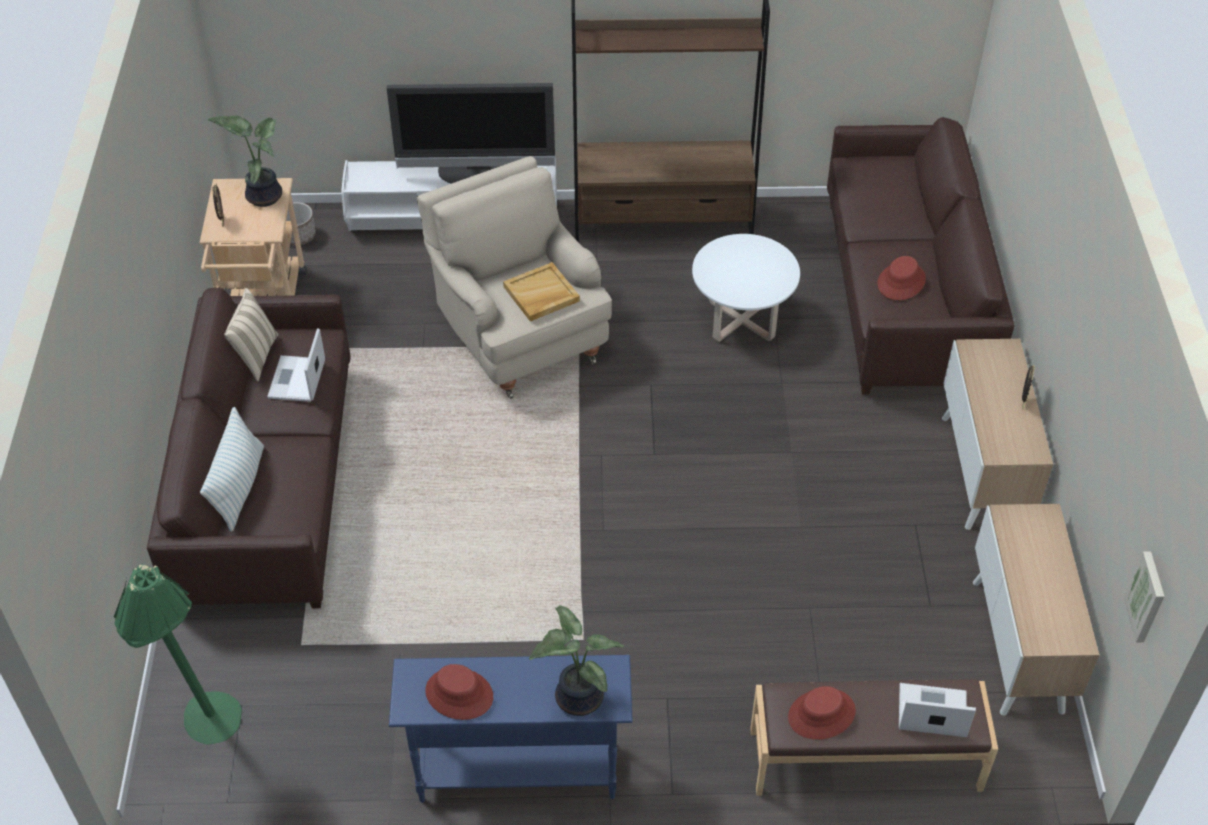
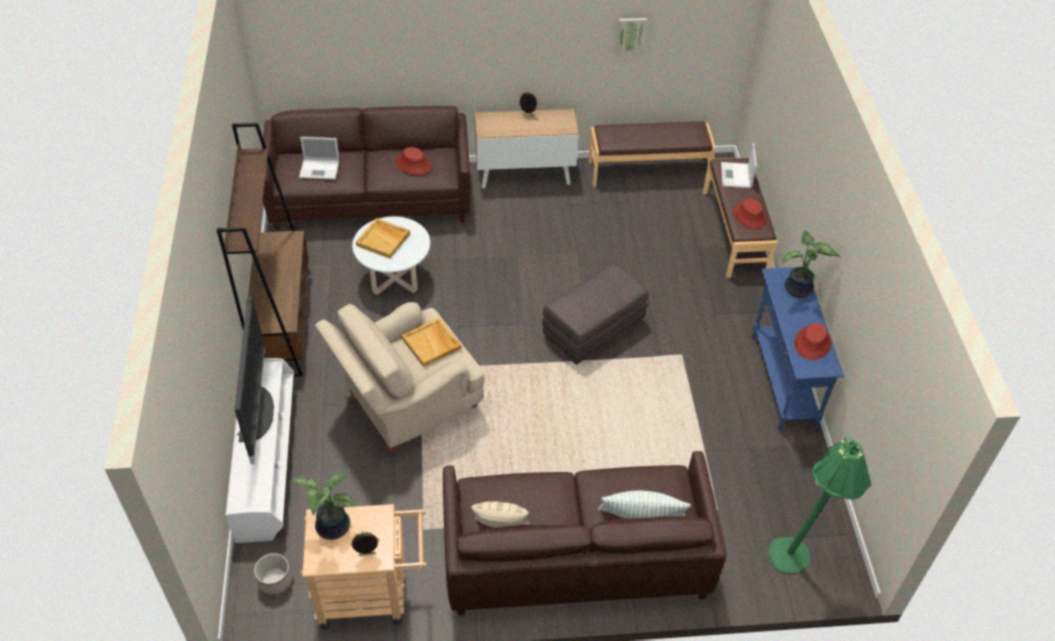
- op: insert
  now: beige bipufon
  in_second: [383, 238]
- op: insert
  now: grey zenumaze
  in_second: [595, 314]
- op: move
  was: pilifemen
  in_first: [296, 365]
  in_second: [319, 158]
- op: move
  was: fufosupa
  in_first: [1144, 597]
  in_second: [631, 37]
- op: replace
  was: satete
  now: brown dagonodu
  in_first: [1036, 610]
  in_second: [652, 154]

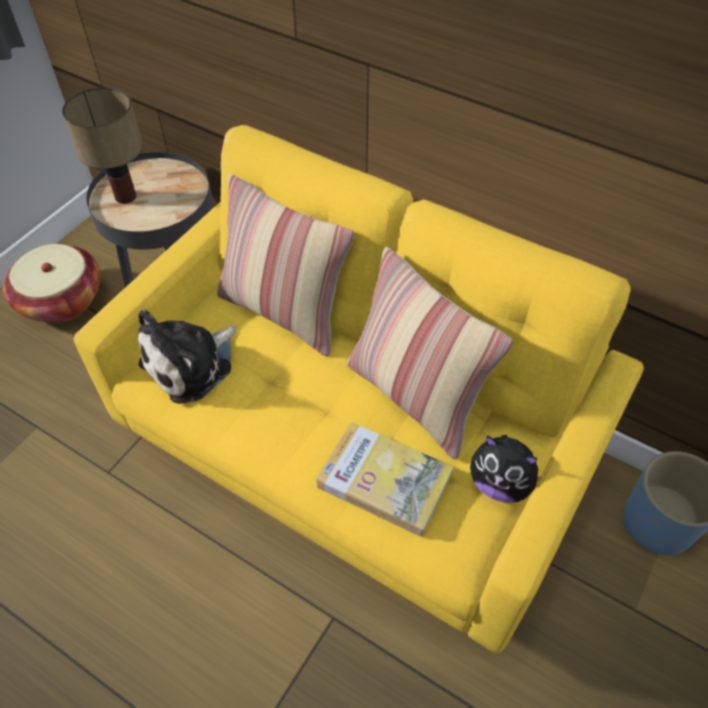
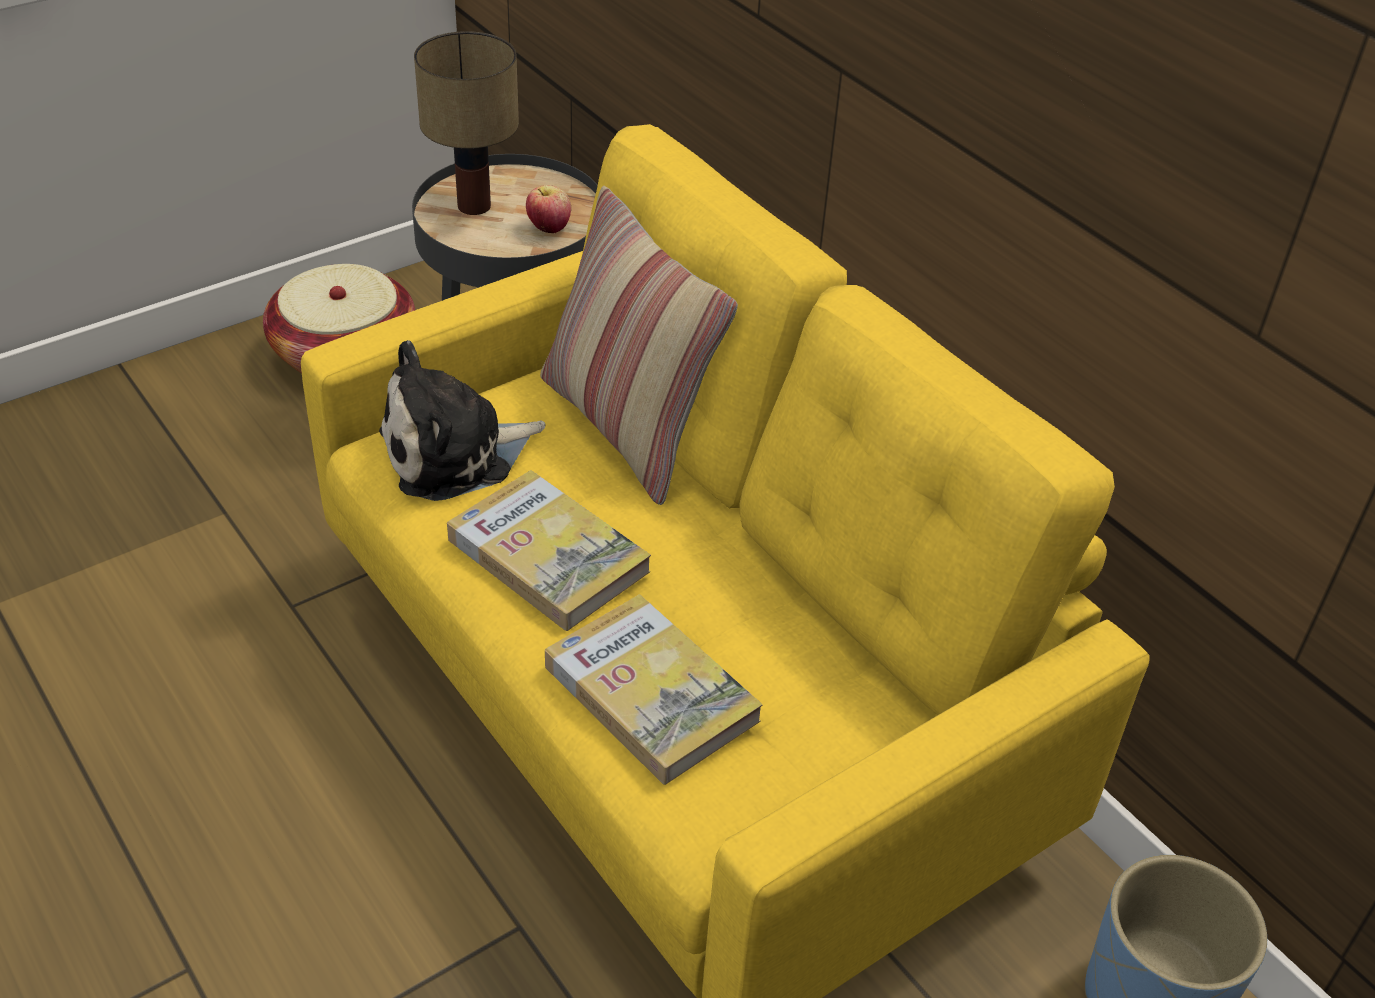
- op: delete
  was: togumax
  in_first: [430, 353]
- op: delete
  was: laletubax
  in_first: [505, 469]
- op: insert
  now: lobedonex
  in_second: [549, 550]
- op: insert
  now: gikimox
  in_second: [548, 209]

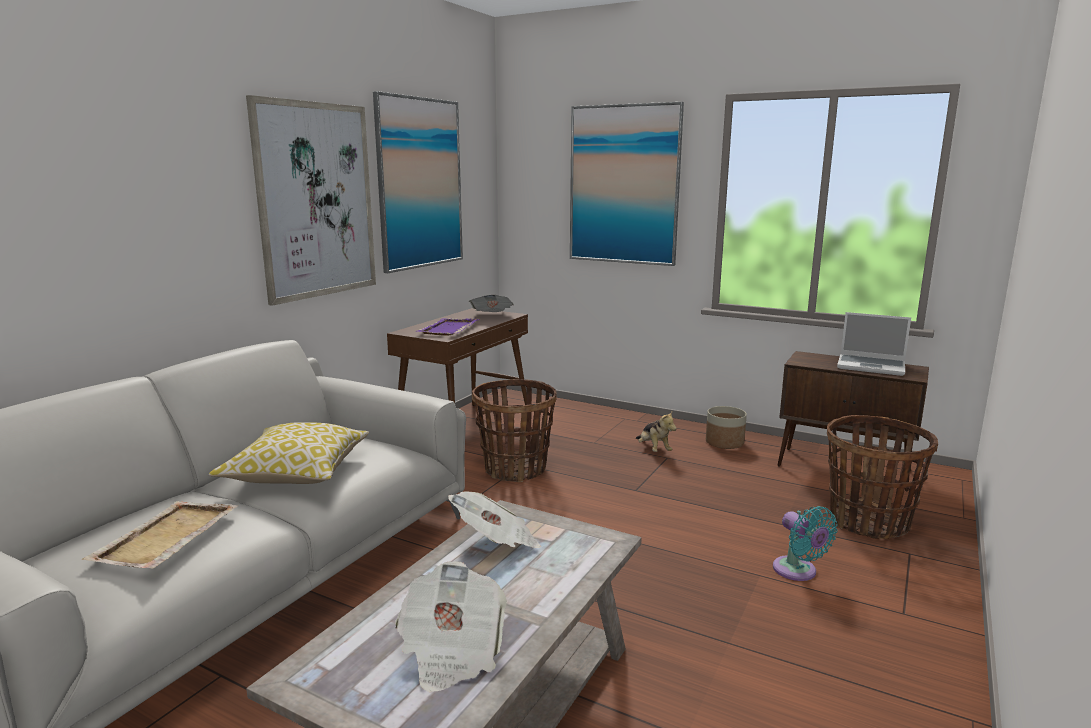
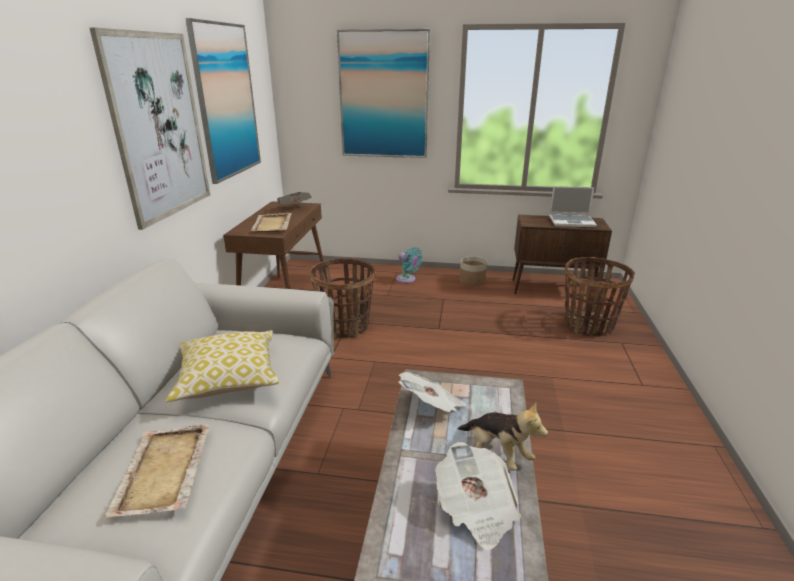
- op: move
  was: laletubax
  in_first: [656, 431]
  in_second: [503, 436]
- op: move
  was: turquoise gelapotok
  in_first: [805, 543]
  in_second: [409, 265]
- op: recolor
  was: purple bipufon
  now: beige bipufon
  in_first: [449, 327]
  in_second: [271, 222]

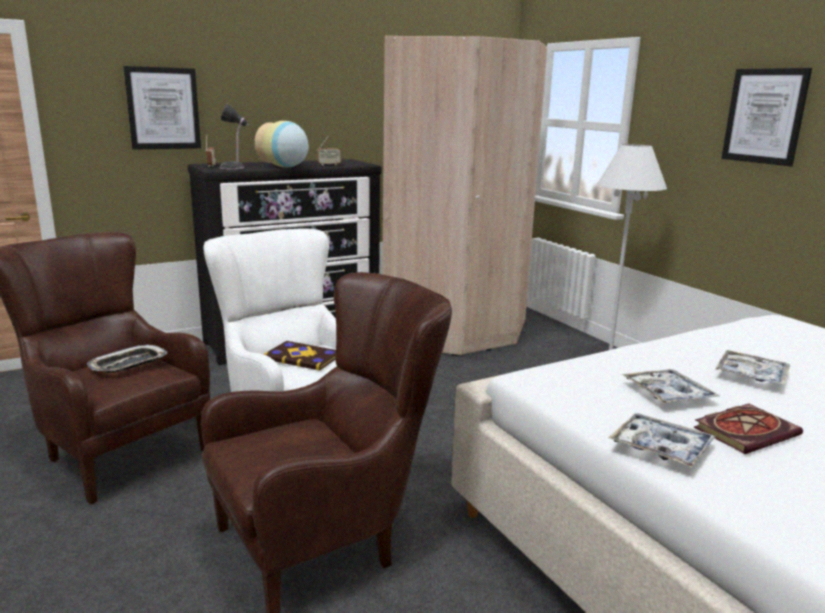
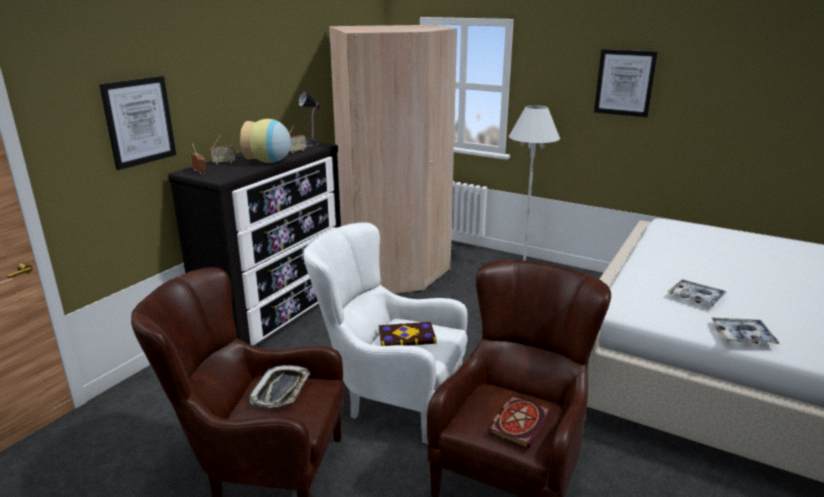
- op: delete
  was: bipufon
  in_first: [752, 367]
- op: insert
  now: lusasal
  in_second: [223, 149]
- op: move
  was: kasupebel
  in_first: [234, 136]
  in_second: [309, 119]
- op: move
  was: lobedonex
  in_first: [748, 429]
  in_second: [519, 422]

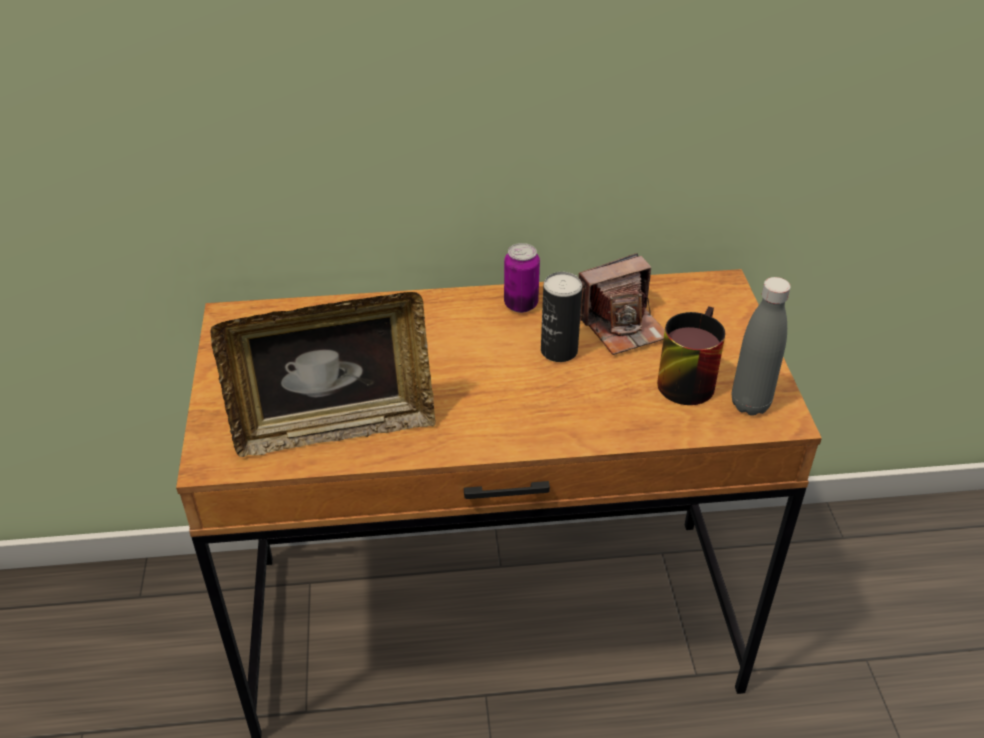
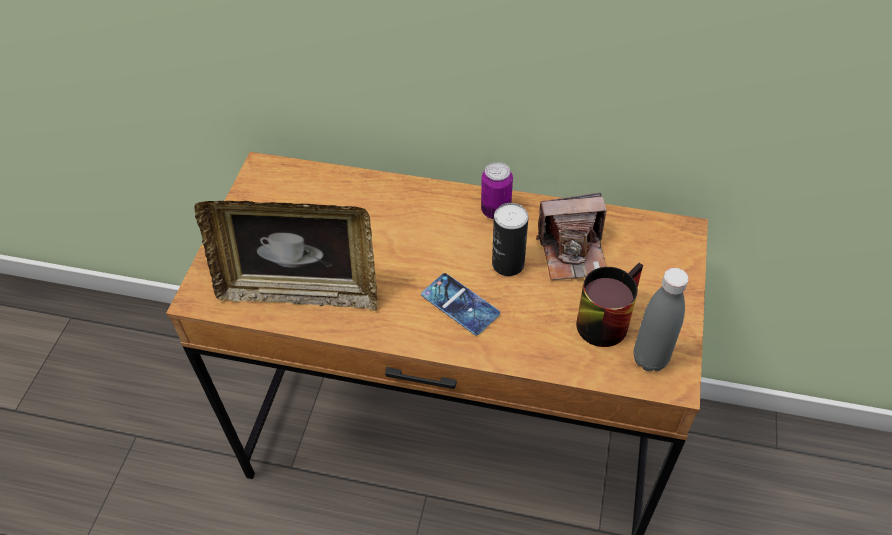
- op: insert
  now: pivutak
  in_second: [460, 304]

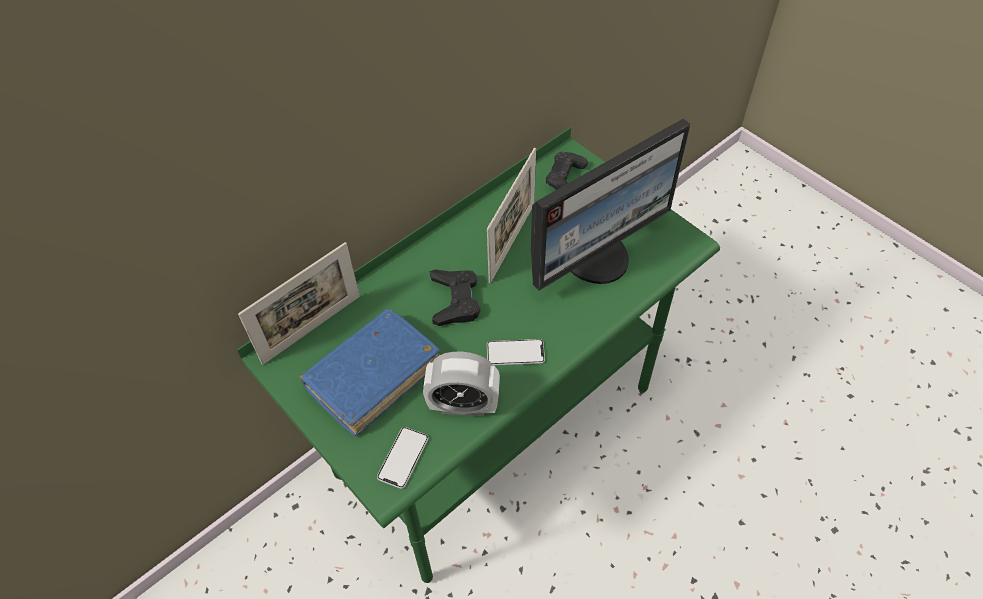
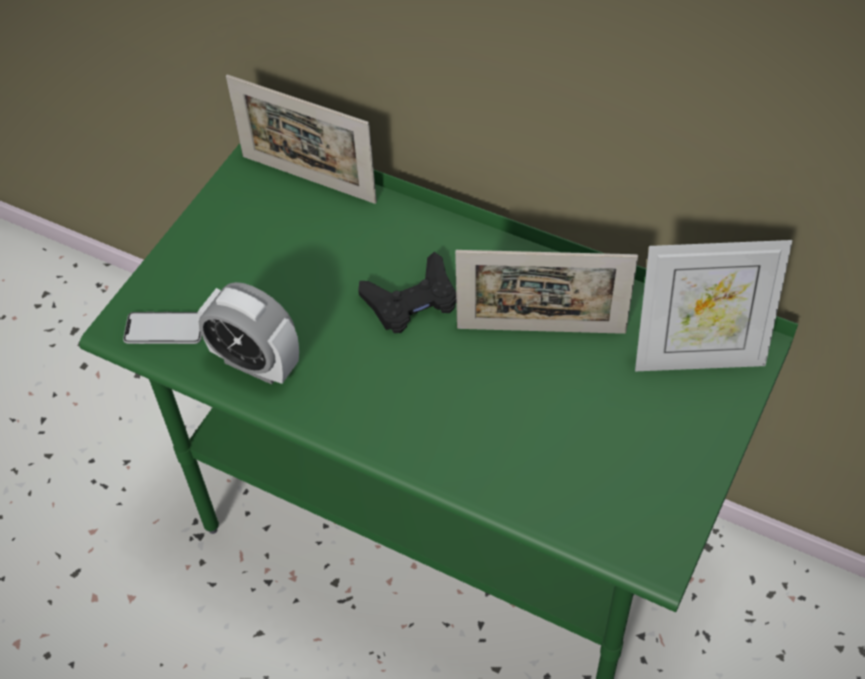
- op: delete
  was: blue lobedonex
  in_first: [370, 372]
- op: delete
  was: pivutak
  in_first: [516, 352]
- op: delete
  was: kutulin
  in_first: [611, 204]
- op: replace
  was: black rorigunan
  now: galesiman
  in_first: [567, 171]
  in_second: [713, 305]
- op: rotate
  was: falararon
  in_first: [461, 384]
  in_second: [248, 333]
  clockwise: -45

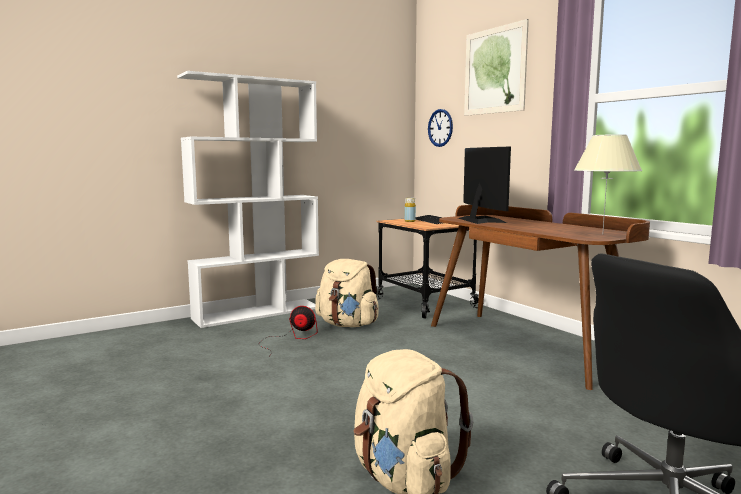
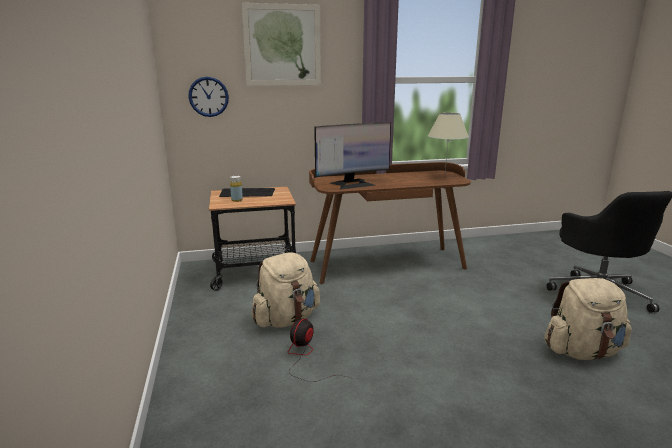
- op: delete
  was: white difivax
  in_first: [248, 199]
- op: rotate
  was: kutulin
  in_first: [484, 185]
  in_second: [352, 156]
  clockwise: 150

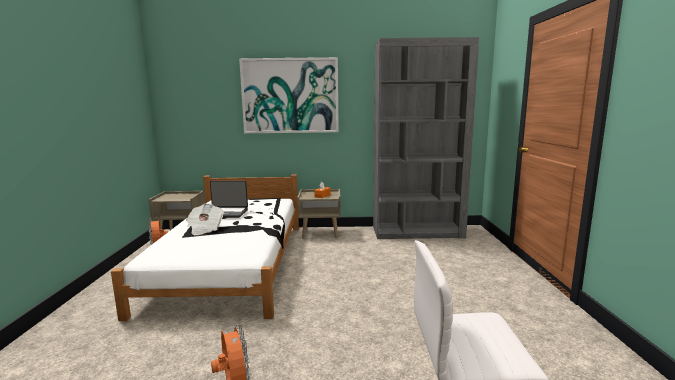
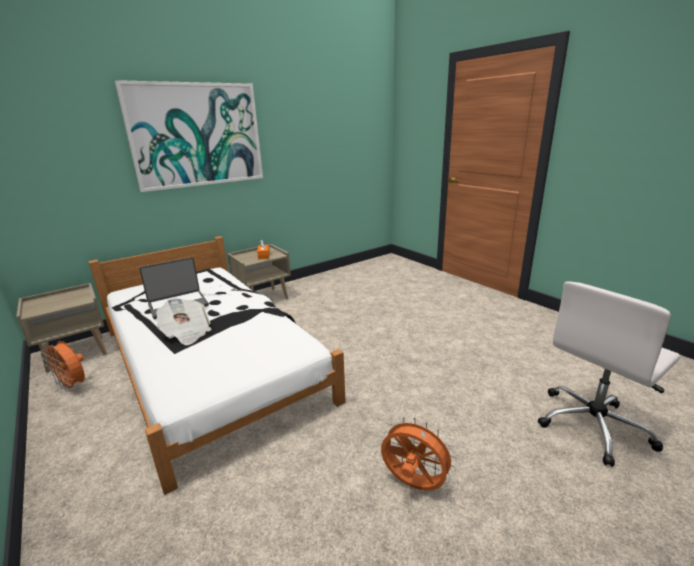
- op: delete
  was: grey difivax
  in_first: [426, 138]

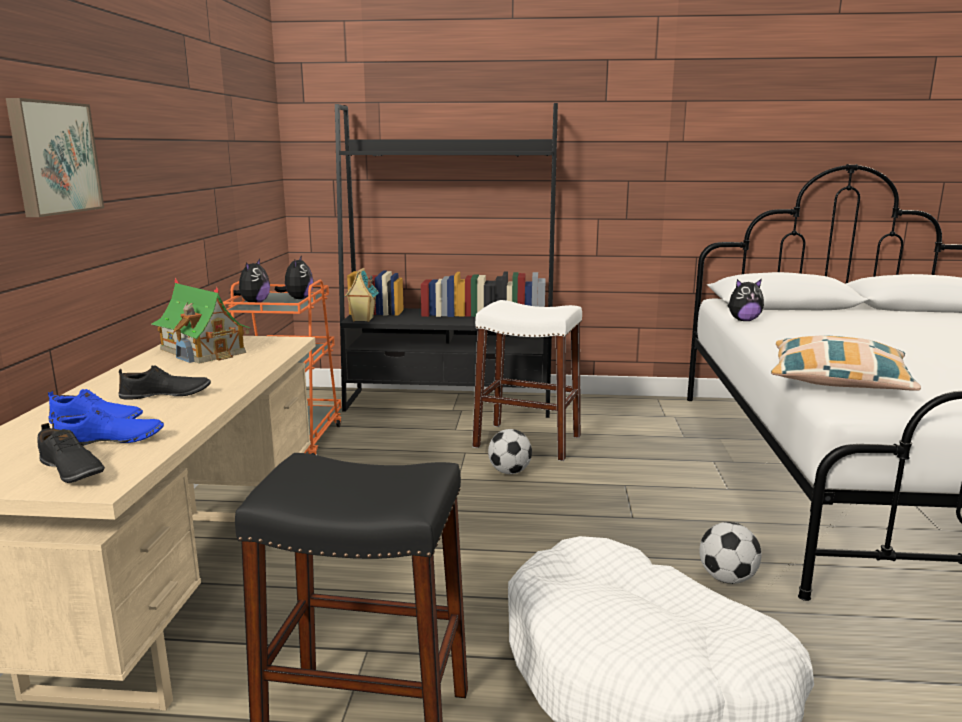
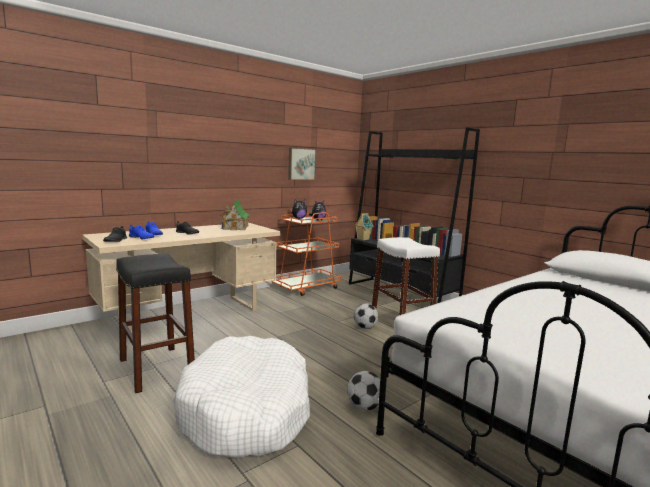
- op: delete
  was: laletubax
  in_first: [746, 300]
- op: delete
  was: togumax
  in_first: [846, 363]
- op: move
  was: fufosupa
  in_first: [55, 157]
  in_second: [302, 164]

